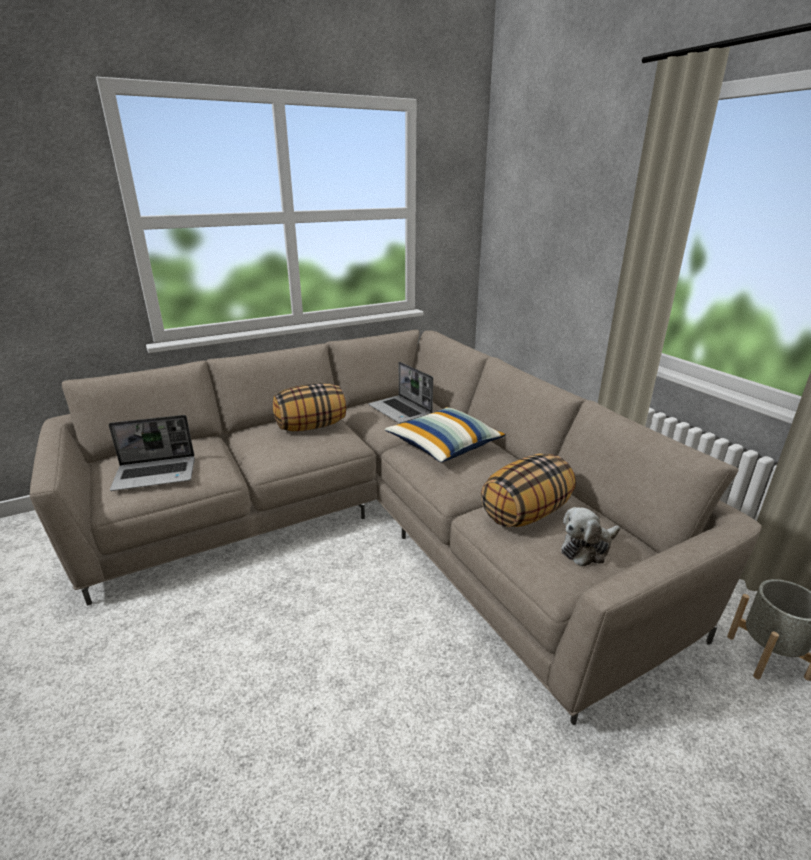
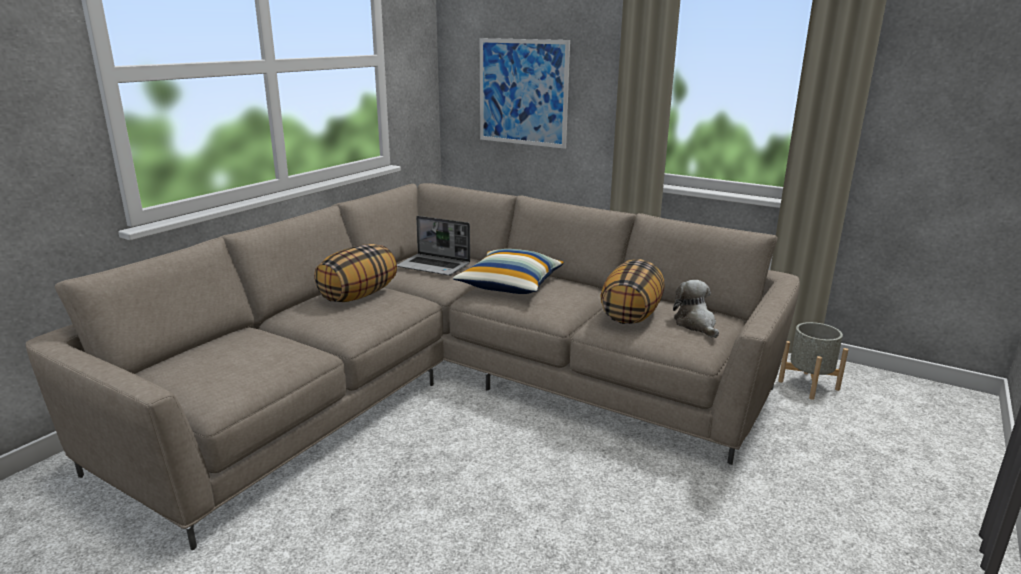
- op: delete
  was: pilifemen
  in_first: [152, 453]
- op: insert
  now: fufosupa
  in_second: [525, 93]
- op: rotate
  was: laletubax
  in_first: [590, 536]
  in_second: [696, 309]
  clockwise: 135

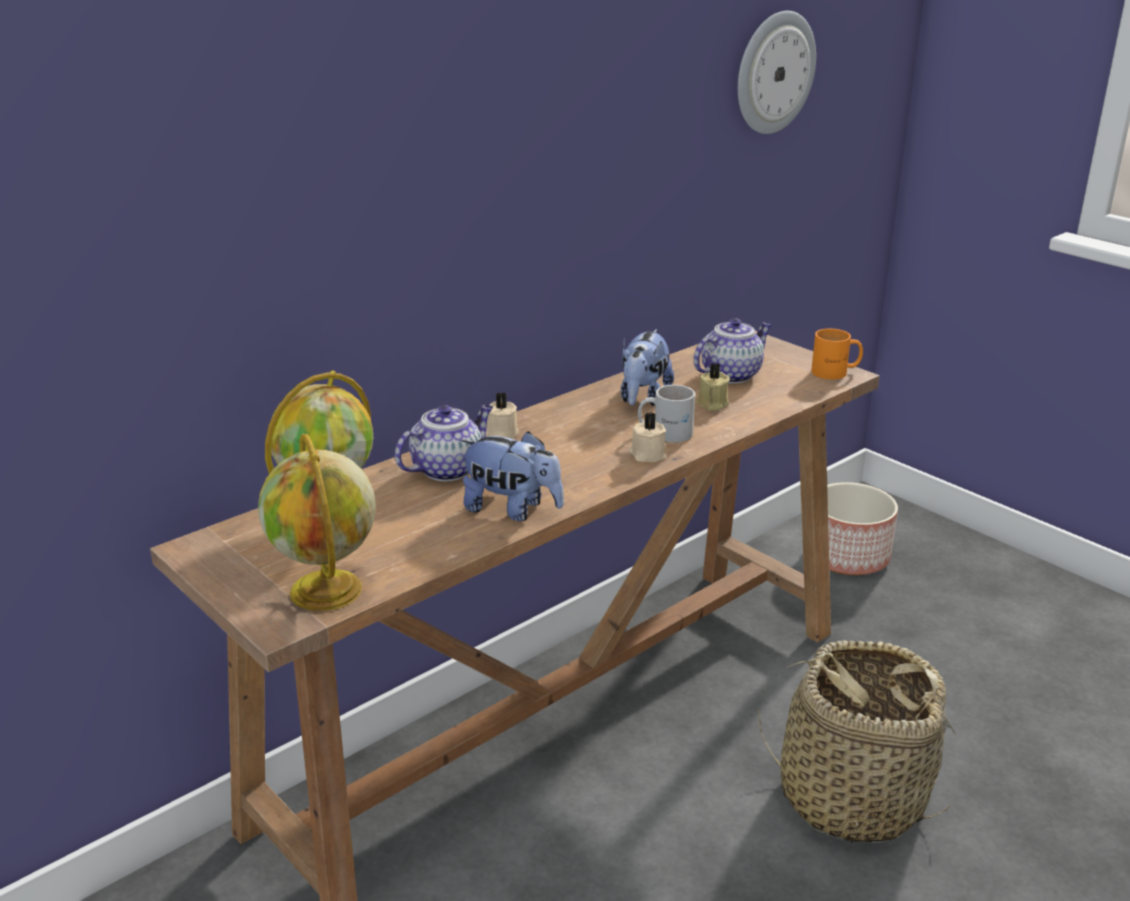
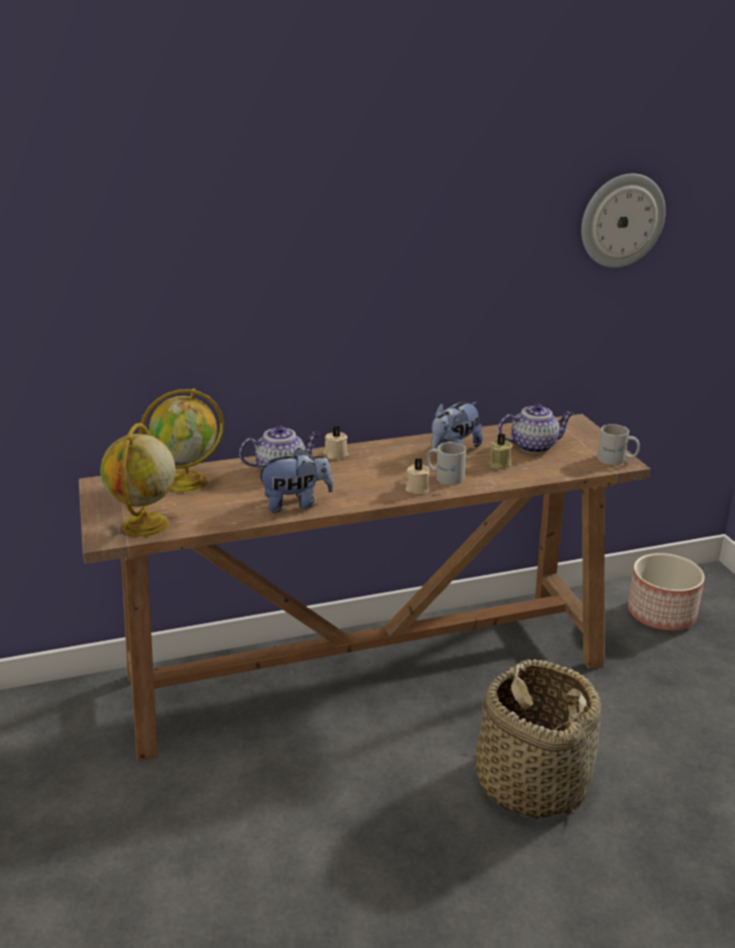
- op: recolor
  was: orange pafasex
  now: white pafasex
  in_first: [837, 353]
  in_second: [618, 444]
- op: rotate
  was: laletubax
  in_first: [512, 476]
  in_second: [295, 480]
  clockwise: -60

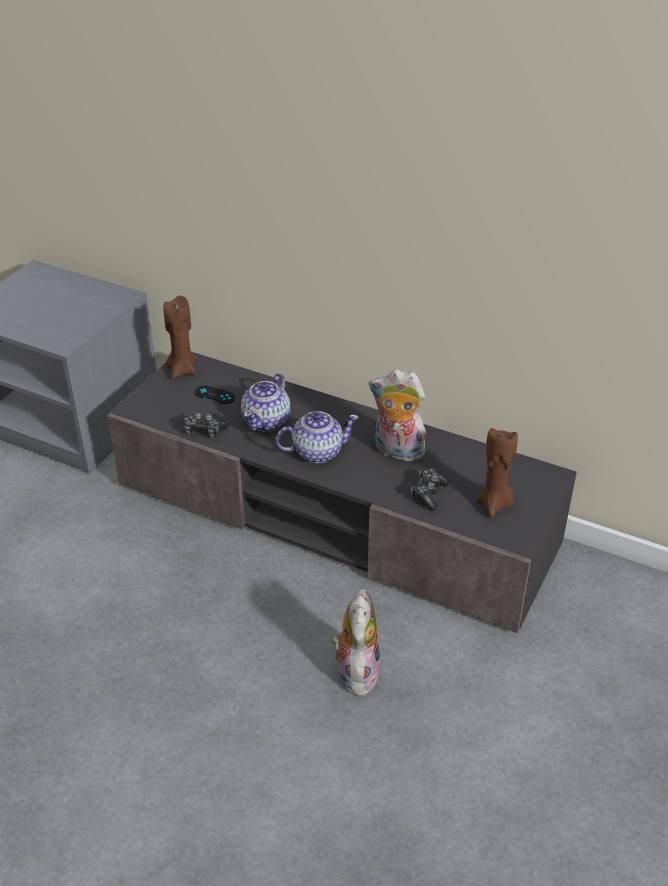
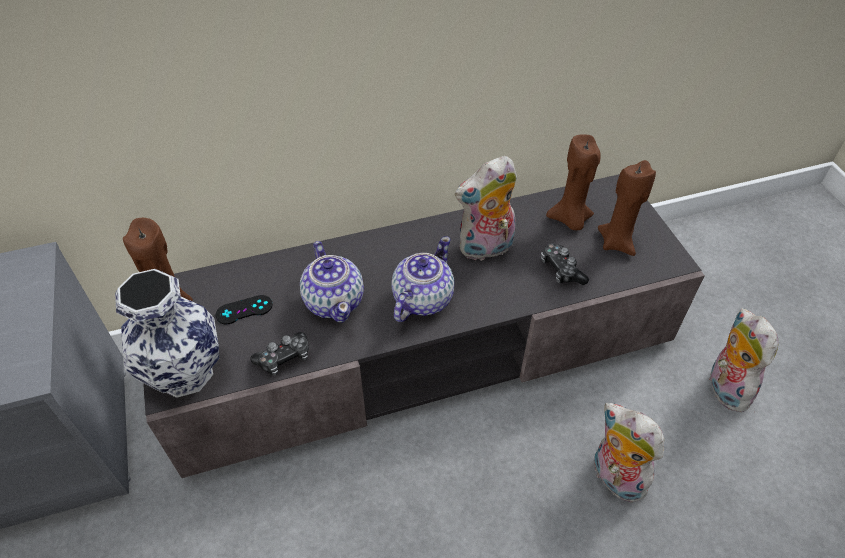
- op: insert
  now: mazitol
  in_second: [167, 333]
- op: insert
  now: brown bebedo
  in_second: [573, 182]
- op: insert
  now: laletubax
  in_second: [743, 360]

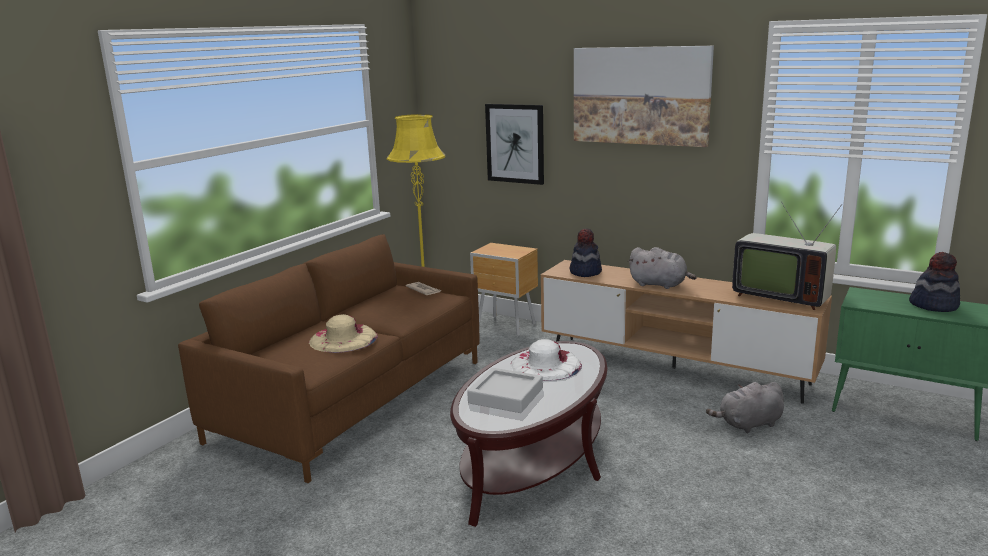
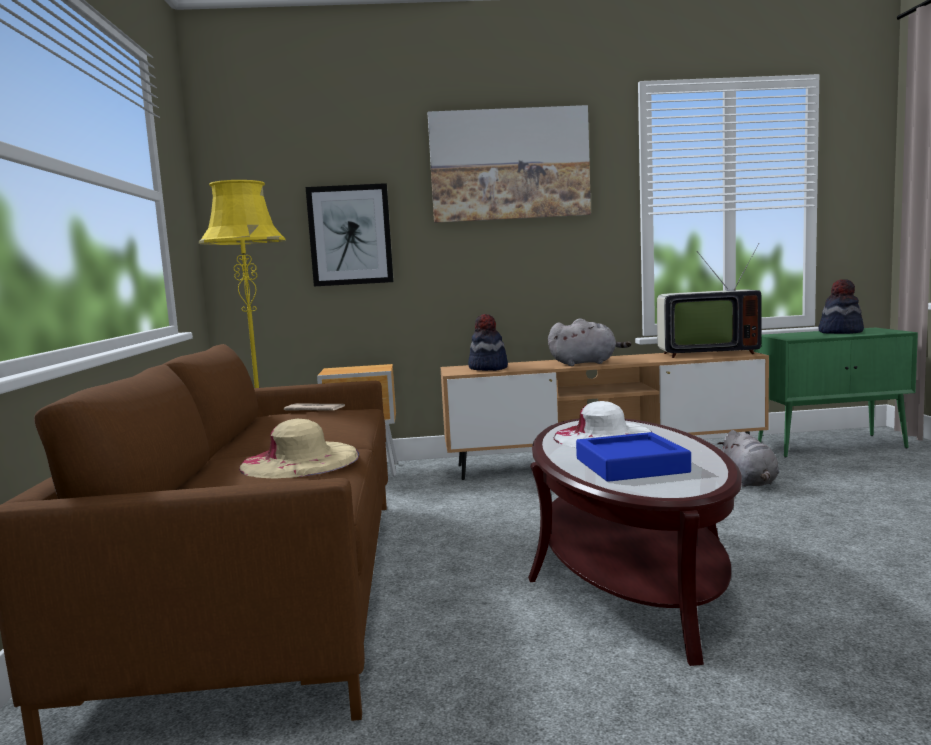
- op: recolor
  was: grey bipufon
  now: blue bipufon
  in_first: [505, 390]
  in_second: [633, 457]
- op: rotate
  was: grey laletubax
  in_first: [745, 407]
  in_second: [748, 458]
  clockwise: -45

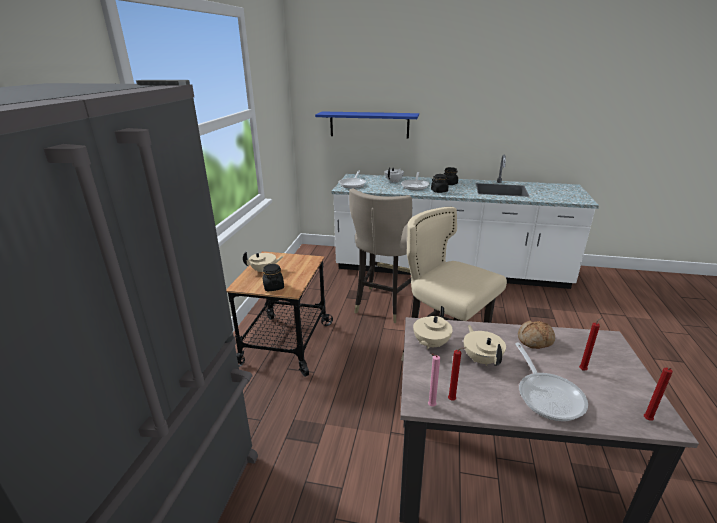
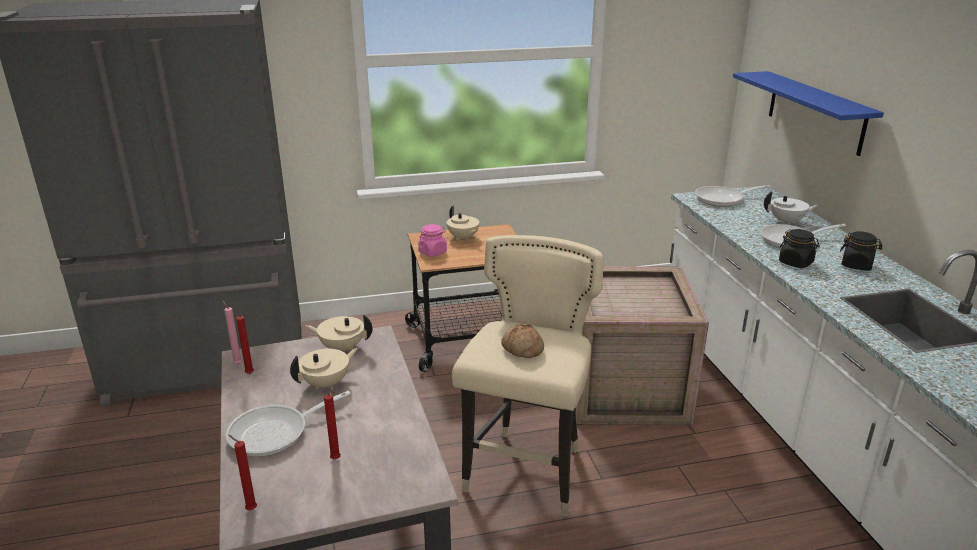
- op: move
  was: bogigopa
  in_first: [536, 335]
  in_second: [522, 341]
- op: replace
  was: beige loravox
  now: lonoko
  in_first: [380, 255]
  in_second: [642, 346]
- op: recolor
  was: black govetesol
  now: pink govetesol
  in_first: [273, 277]
  in_second: [432, 240]

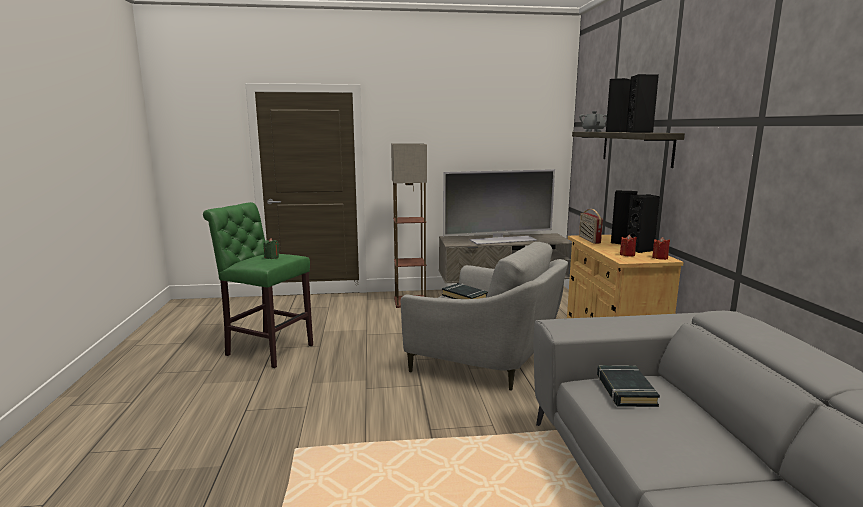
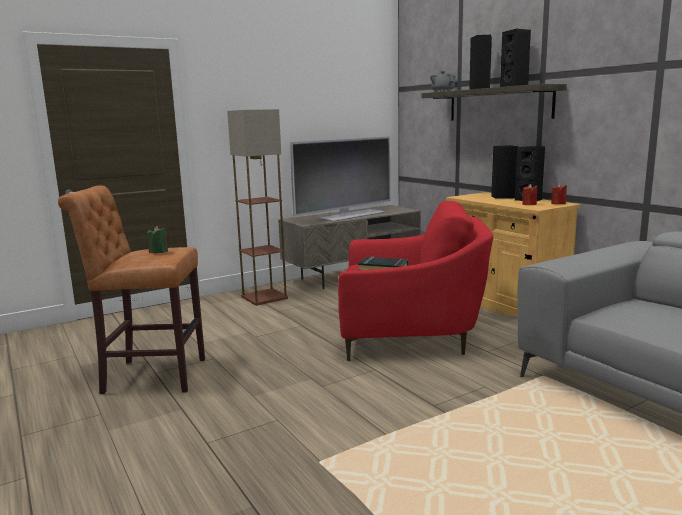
- op: delete
  was: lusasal
  in_first: [591, 226]
- op: delete
  was: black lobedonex
  in_first: [628, 386]
- op: recolor
  was: green loravox
  now: brown loravox
  in_first: [258, 285]
  in_second: [131, 289]
- op: recolor
  was: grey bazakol
  now: red bazakol
  in_first: [484, 316]
  in_second: [416, 281]

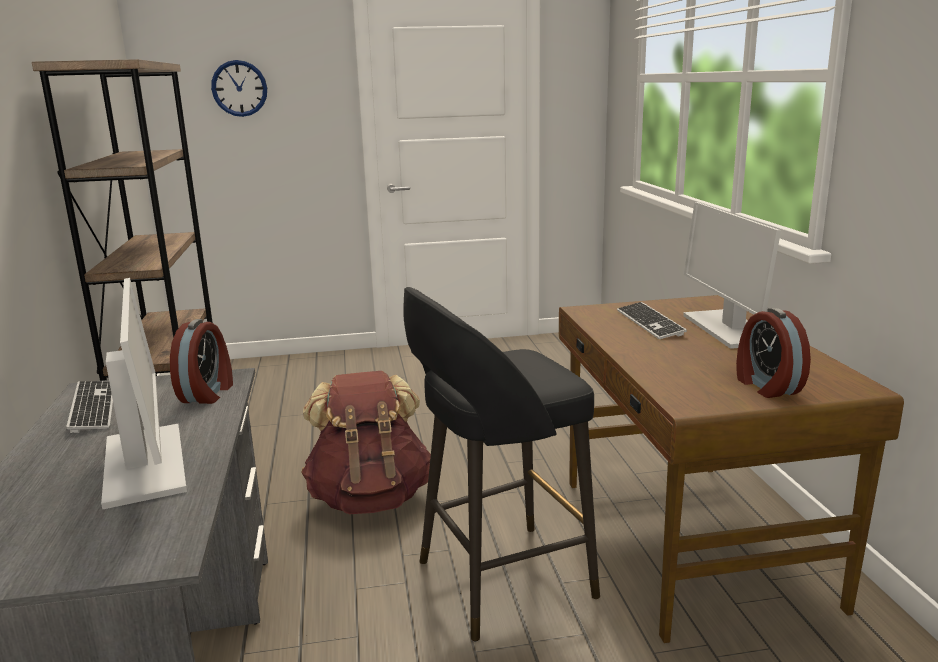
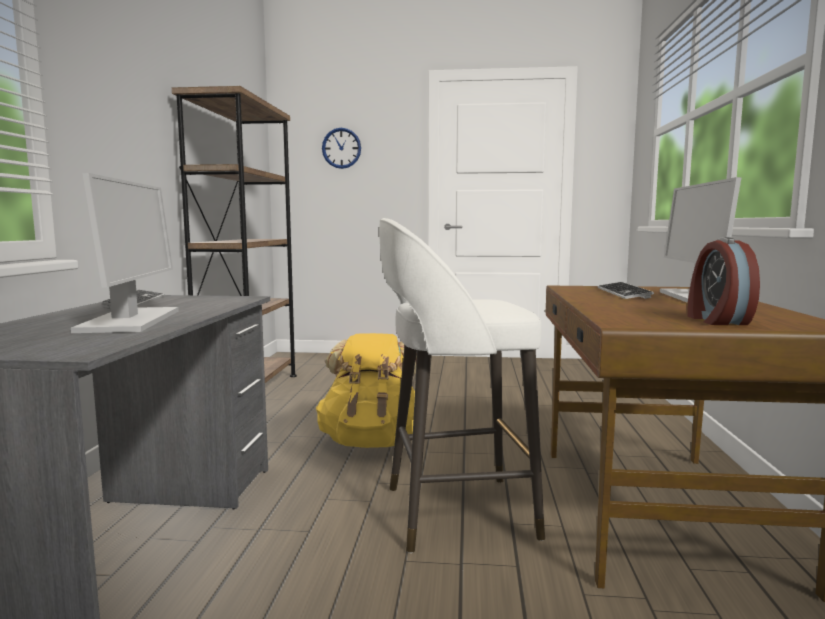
- op: delete
  was: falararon
  in_first: [201, 361]
- op: recolor
  was: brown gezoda
  now: yellow gezoda
  in_first: [366, 442]
  in_second: [366, 390]
- op: recolor
  was: black loravox
  now: white loravox
  in_first: [501, 464]
  in_second: [462, 385]

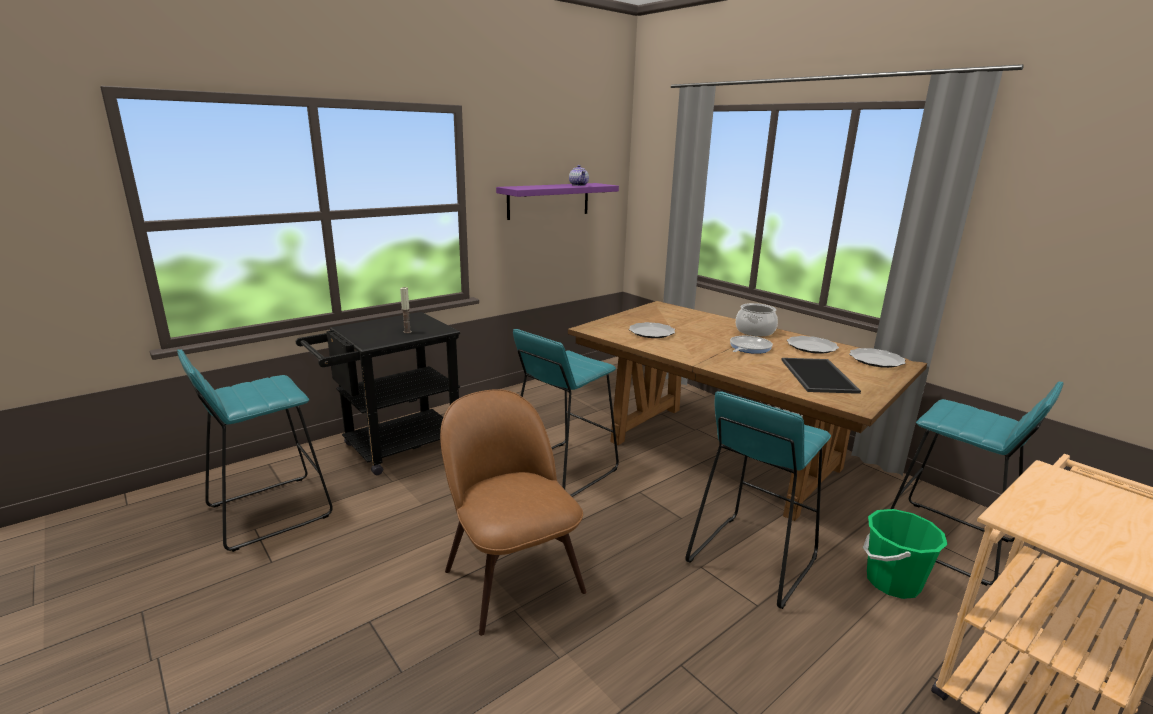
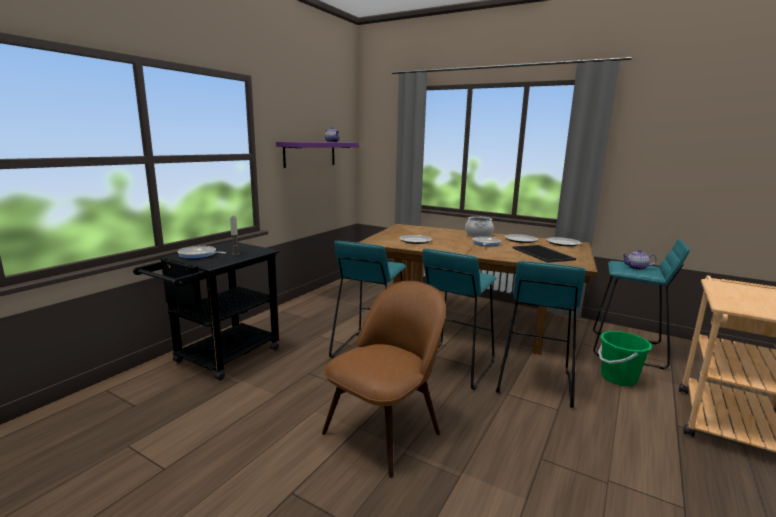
- op: insert
  now: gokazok
  in_second: [201, 252]
- op: insert
  now: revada
  in_second: [639, 259]
- op: move
  was: turquoise loravox
  in_first: [255, 450]
  in_second: [459, 319]
- op: rotate
  was: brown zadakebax
  in_first: [513, 512]
  in_second: [384, 379]
  clockwise: 90

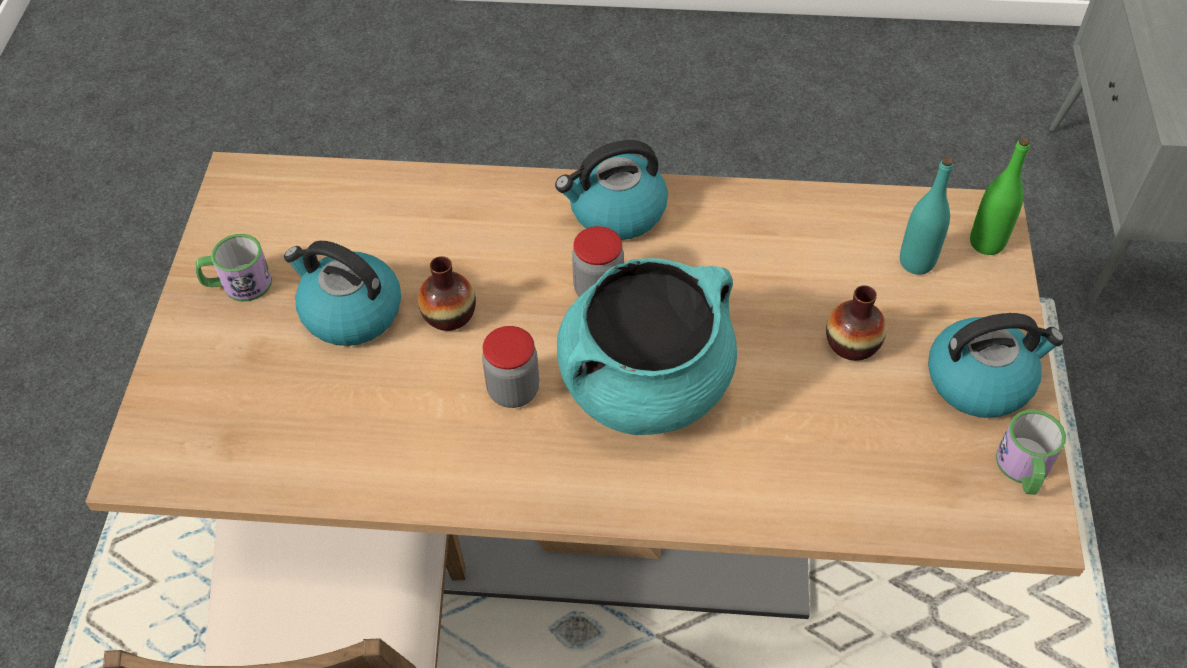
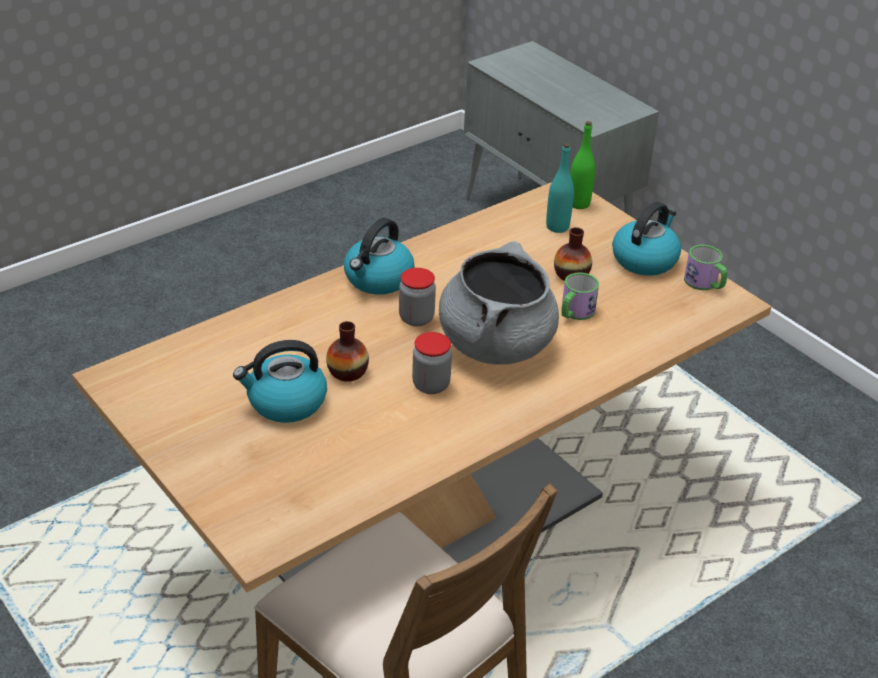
- op: move
  was: pafasex
  in_first: [233, 268]
  in_second: [580, 296]
- op: recolor
  was: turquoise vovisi
  now: grey vovisi
  in_first: [647, 346]
  in_second: [499, 303]

